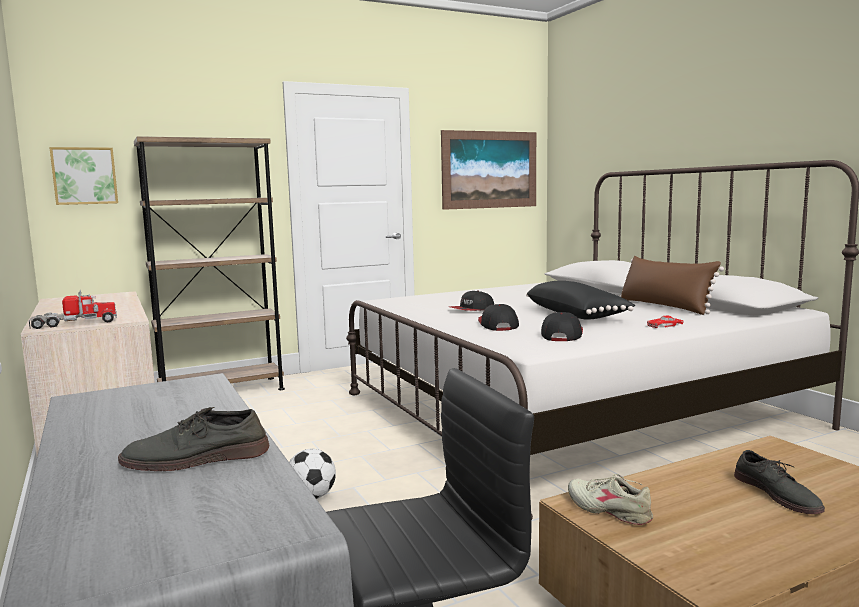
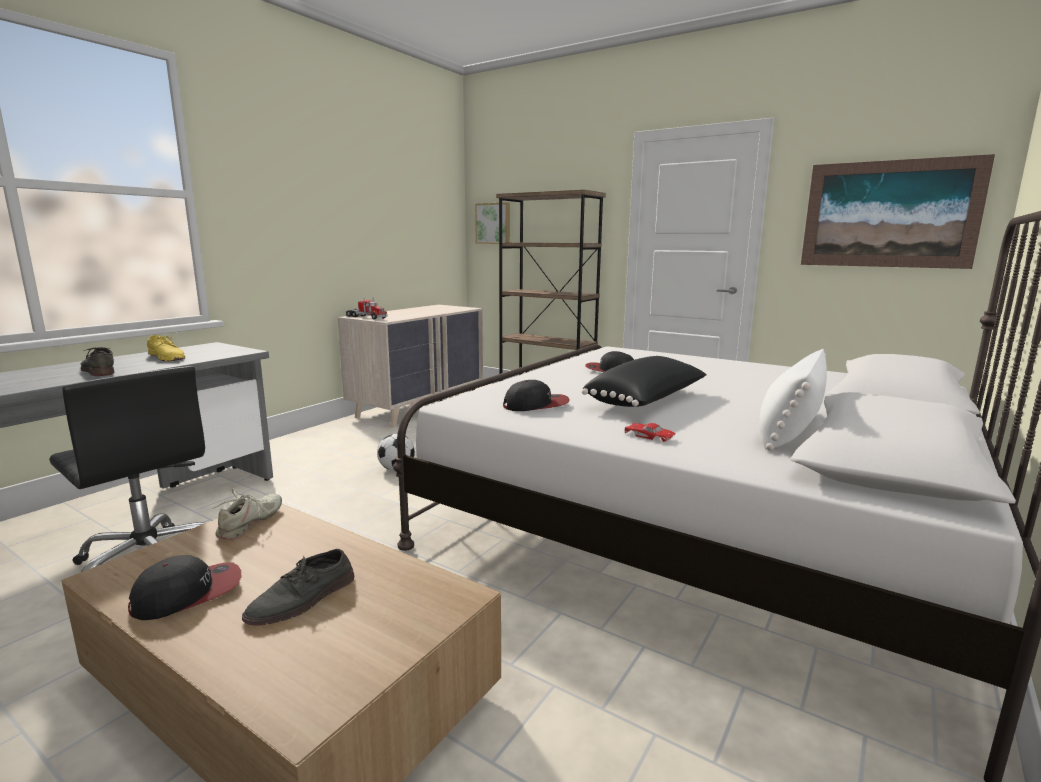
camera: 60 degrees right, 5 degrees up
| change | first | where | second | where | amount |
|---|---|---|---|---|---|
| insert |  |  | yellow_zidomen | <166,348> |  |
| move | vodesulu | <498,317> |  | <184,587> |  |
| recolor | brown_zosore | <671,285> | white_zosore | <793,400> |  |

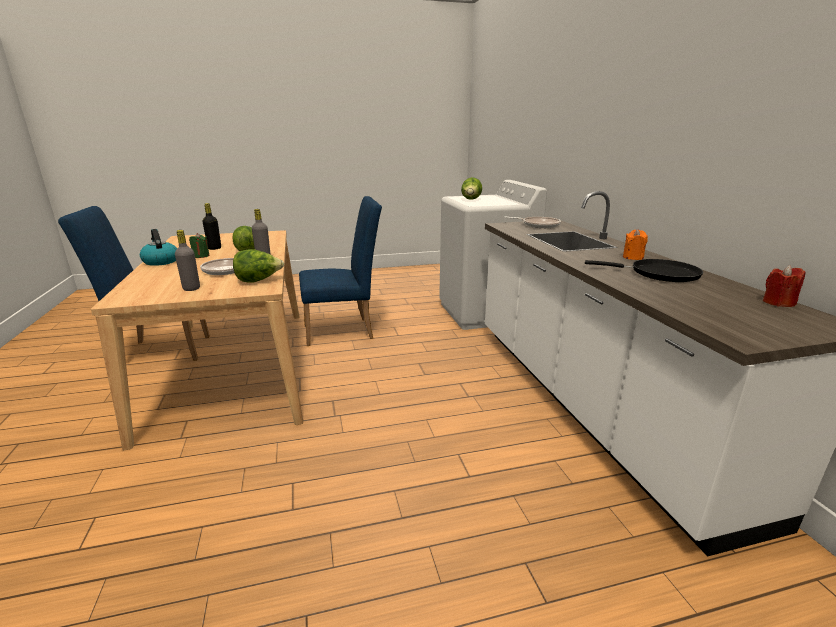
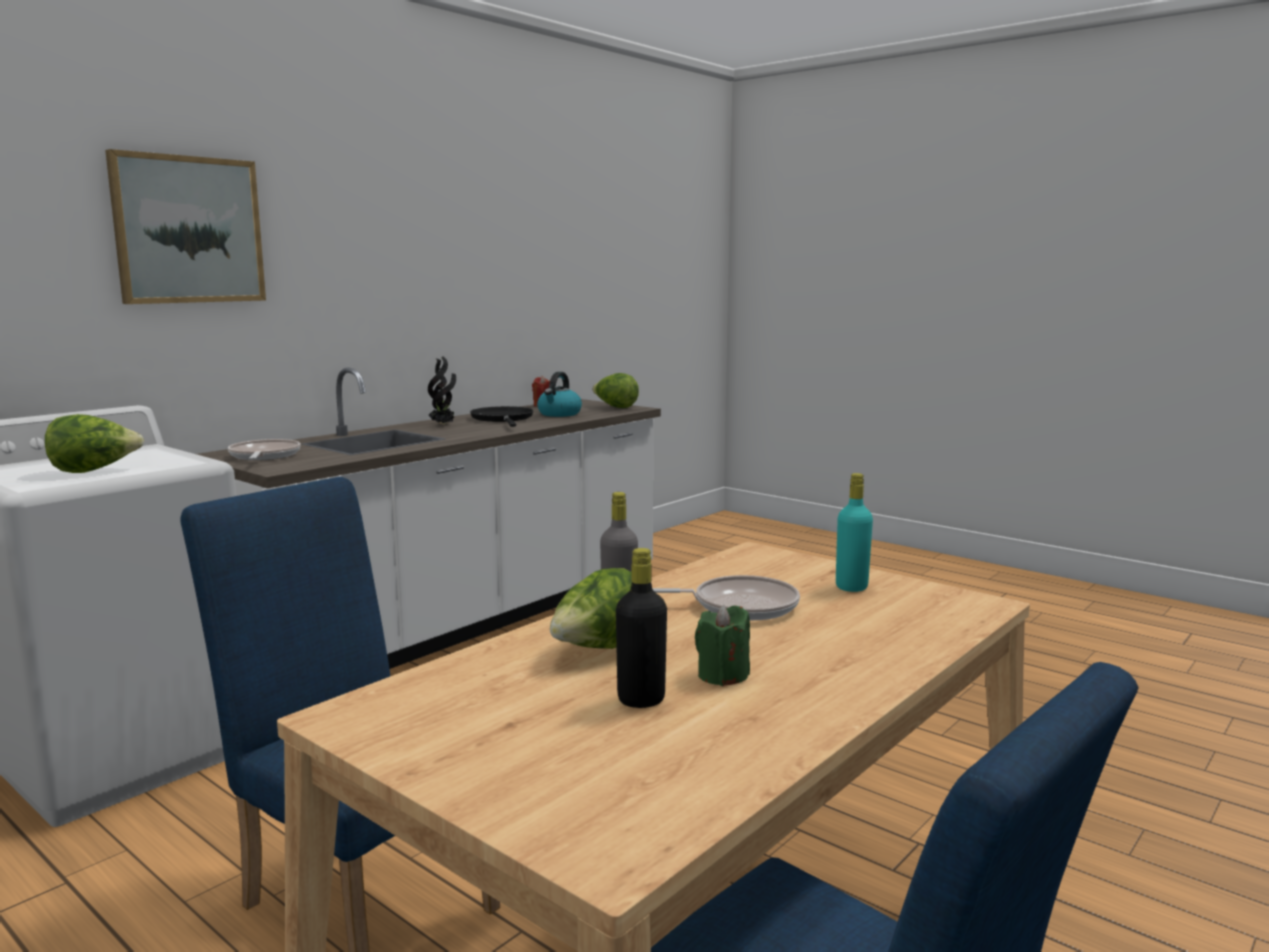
camera: 125 degrees left, 10 degrees down
| change | first | where | second | where | amount |
|---|---|---|---|---|---|
| insert |  |  | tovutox | <185,226> |  |
| move | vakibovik | <158,247> |  | <559,394> |  |
| move | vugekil | <258,266> |  | <615,390> |  |
| replace | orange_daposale | <635,244> | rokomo | <442,390> |  |
| recolor | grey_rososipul | <187,260> | turquoise_rososipul | <854,532> |  |

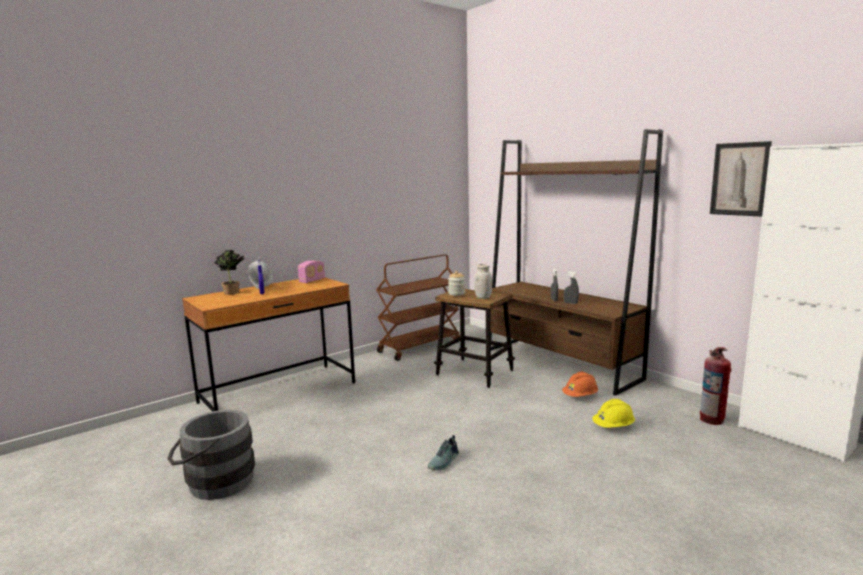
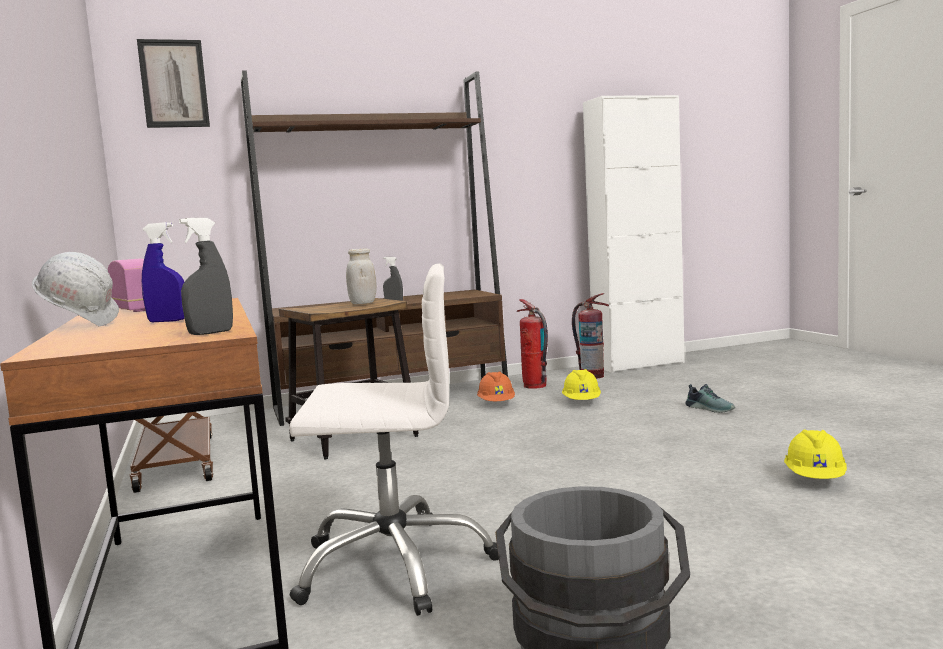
camera: 70 degrees left, 5 degrees down
| change | first | where | second | where | amount |
|---|---|---|---|---|---|
| delete | rokomo | <229,272> |  |  |  |
| delete | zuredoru | <456,283> |  |  |  |
| insert |  |  | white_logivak | <394,440> |  |
| insert |  |  | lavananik | <532,344> |  |
| insert |  |  | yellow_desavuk | <815,454> |  |
| move | zidomen | <443,452> |  | <710,398> |  |
| move | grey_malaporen | <571,287> |  | <206,276> |  |
| move | tovutox | <741,179> |  | <173,83> |  |

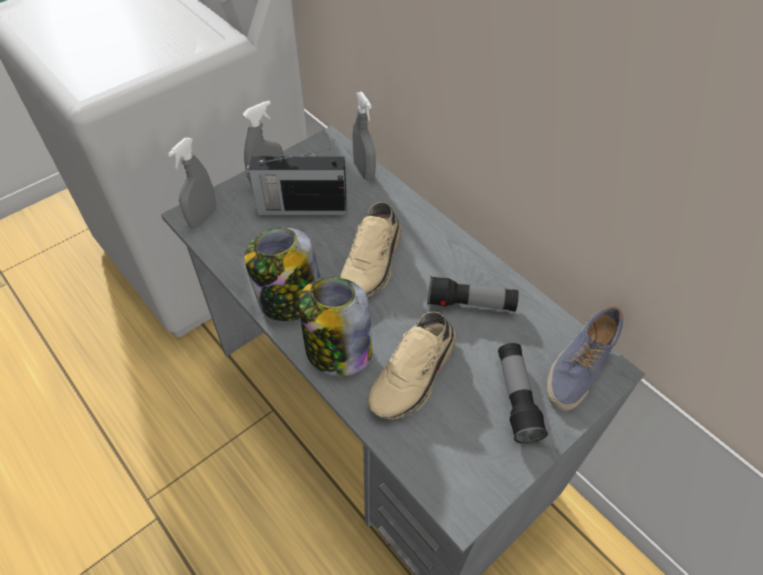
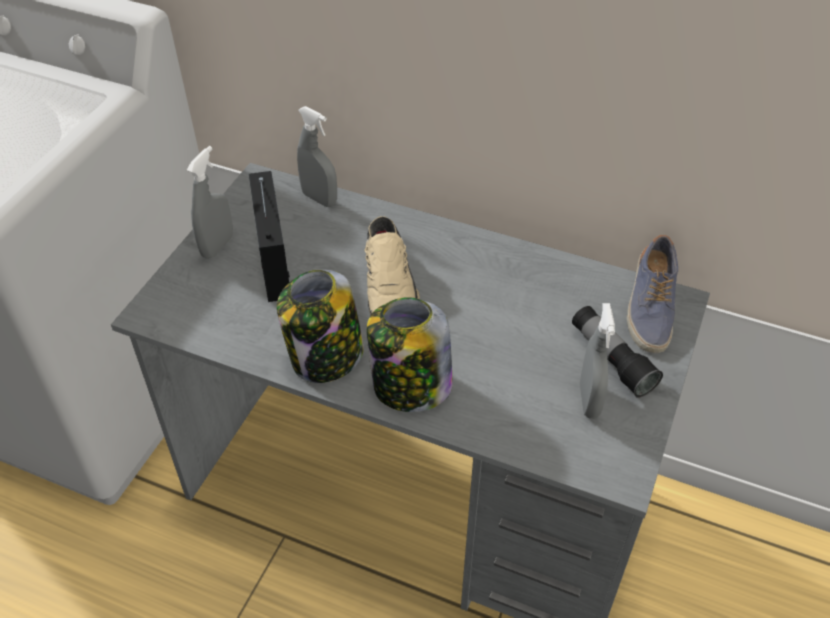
camera: 25 degrees left, 5 degrees down
| change | first | where | second | where | amount |
|---|---|---|---|---|---|
| delete | beige_zidomen | <411,365> |  |  |  |
| delete | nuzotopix | <473,294> |  |  |  |
| move | grey_malaporen | <192,183> |  | <597,361> |  |
| rotate | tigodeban | <296,182> |  | <269,236> | 105 degrees clockwise |

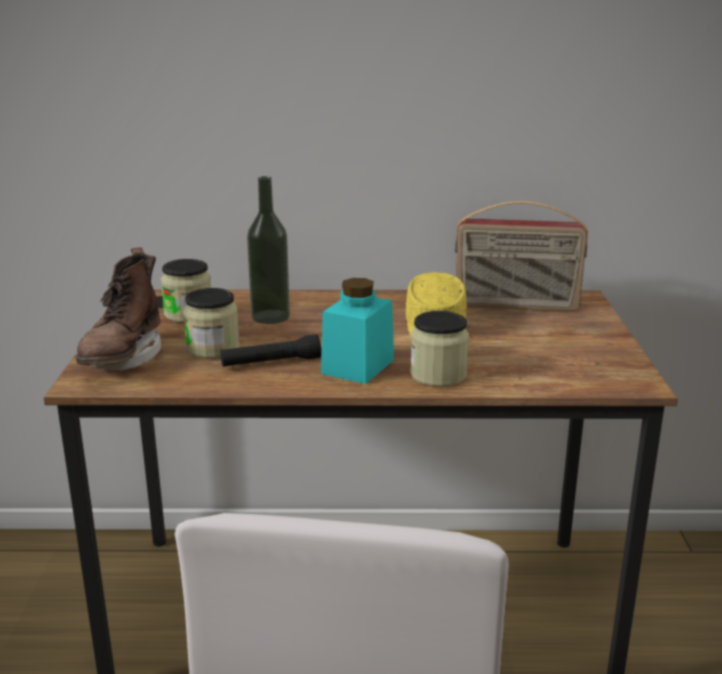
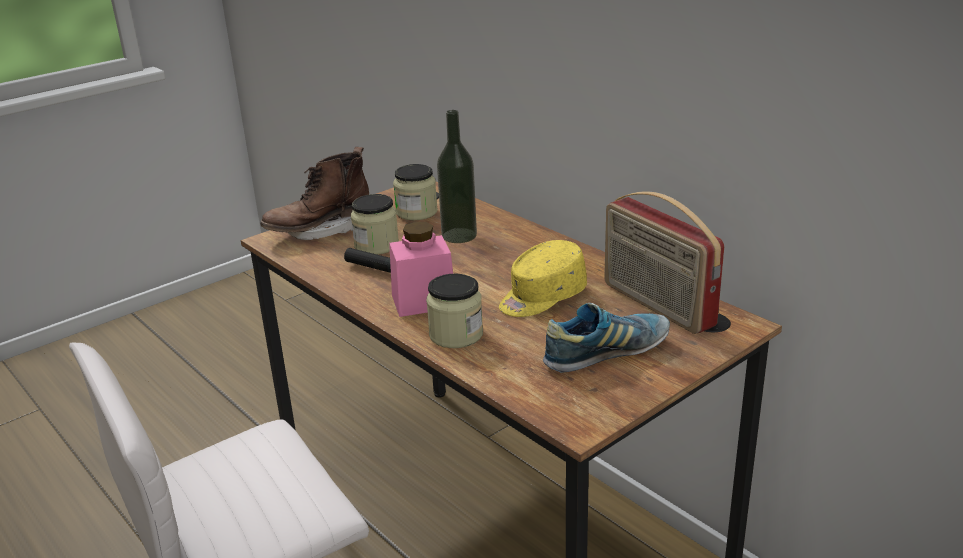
camera: 50 degrees right, 5 degrees up
| change | first | where | second | where | amount |
|---|---|---|---|---|---|
| insert |  |  | zidomen | <606,338> |  |
| recolor | turquoise_zuredoru | <357,331> | pink_zuredoru | <421,269> |  |

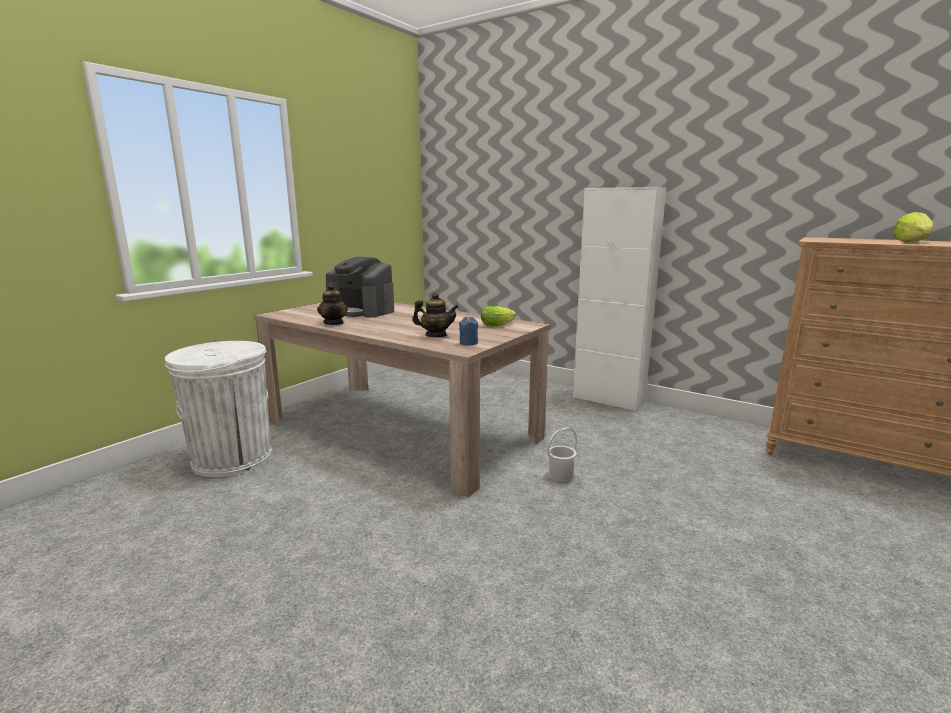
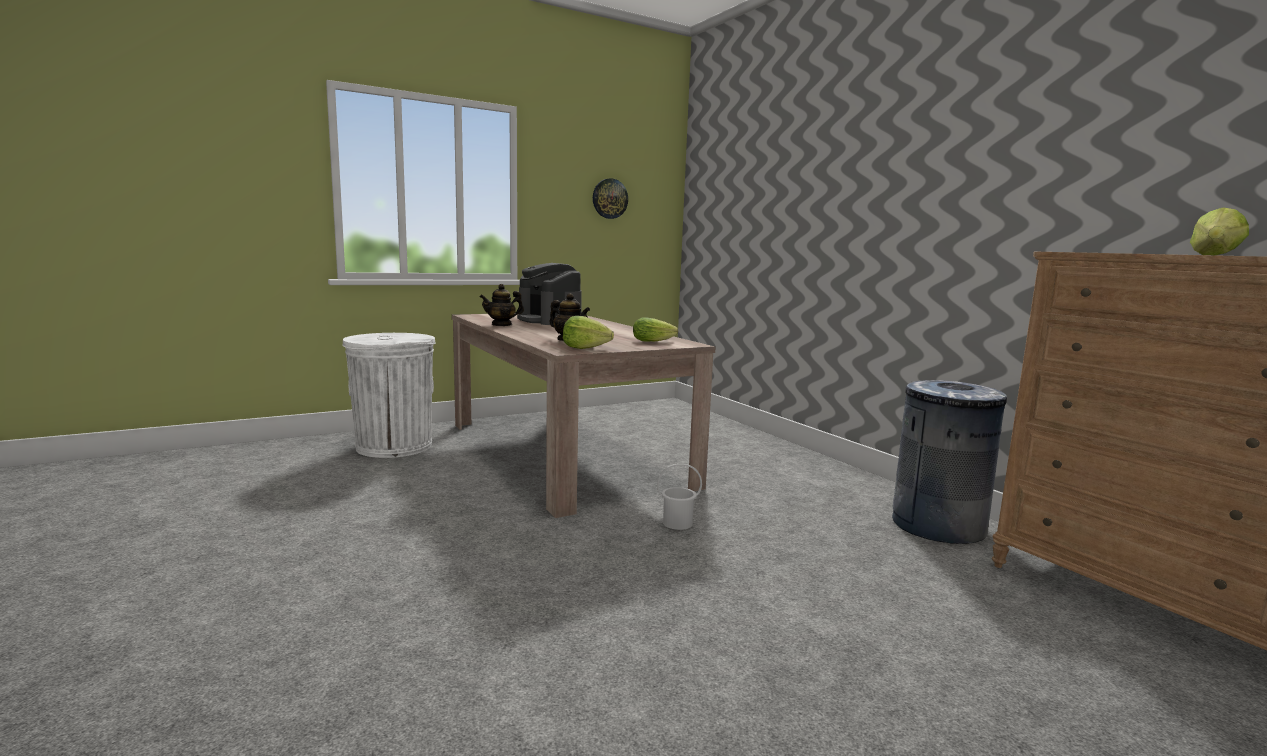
camera: 25 degrees right, 5 degrees down
| change | first | where | second | where | amount |
|---|---|---|---|---|---|
| delete | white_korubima | <619,299> |  |  |  |
| insert |  |  | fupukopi | <610,198> |  |
| insert |  |  | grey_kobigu | <949,462> |  |
| replace | blue_daposale | <468,331> | vugekil | <588,332> |  |
| rotate | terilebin | <332,304> |  | <502,305> | 60 degrees clockwise |

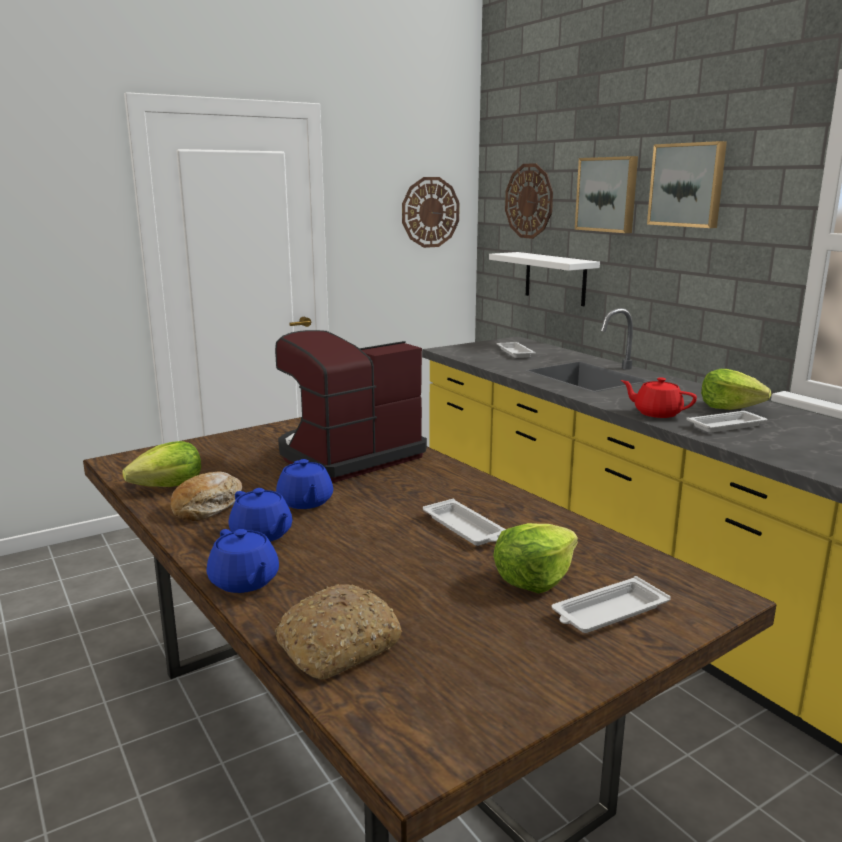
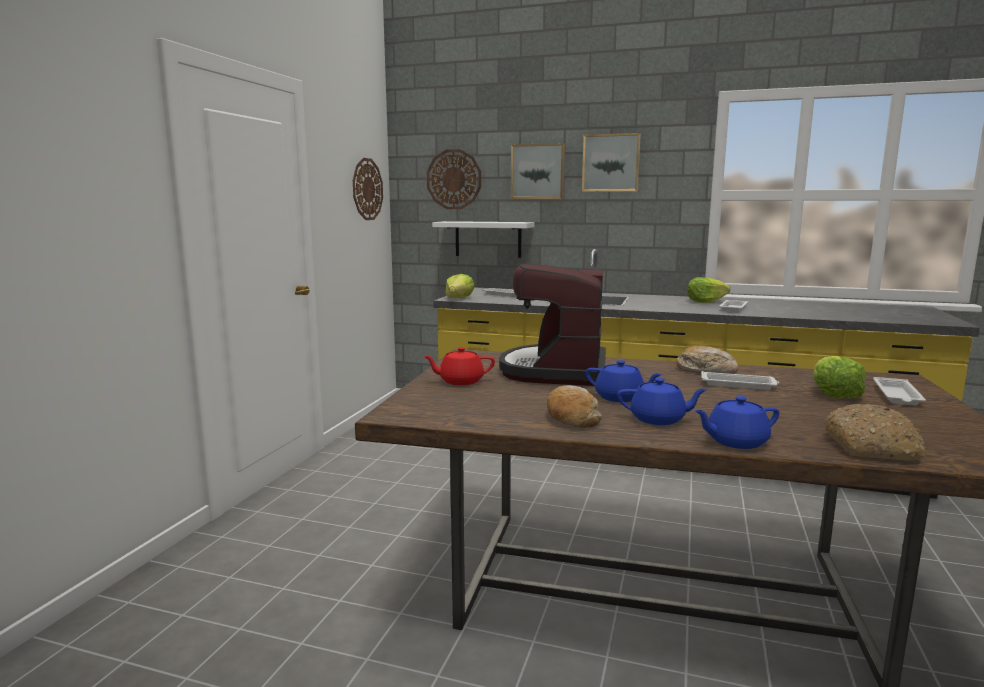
camera: 40 degrees left, 5 degrees down
| change | first | where | second | where | amount |
|---|---|---|---|---|---|
| insert |  |  | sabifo | <707,360> |  |
| move | vugekil | <161,464> |  | <460,286> |  |
| move | red_terilebin | <659,397> |  | <459,366> |  |
| rotate | blue_terilebin | <243,561> |  | <736,422> | 150 degrees clockwise |

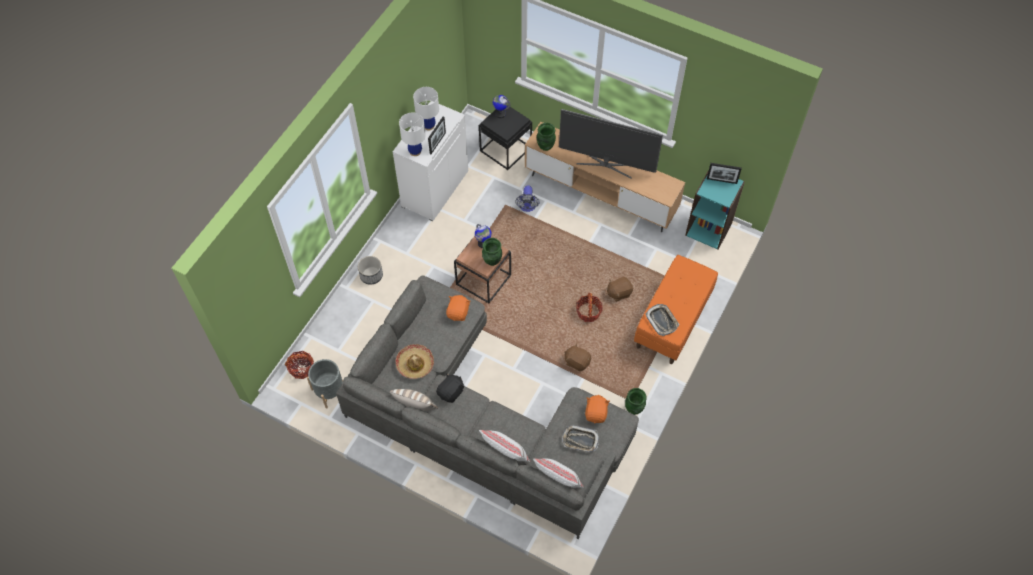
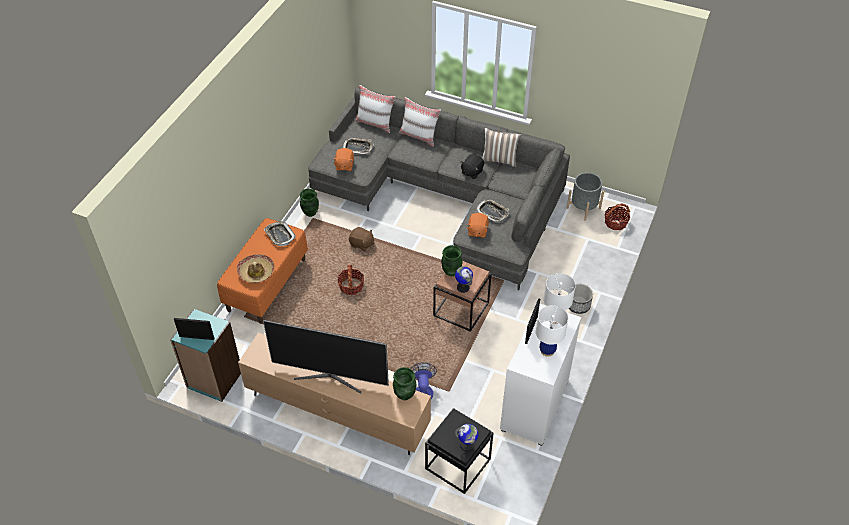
camera: 175 degrees right, 10 degrees down
| change | first | where | second | where | amount |
|---|---|---|---|---|---|
| delete | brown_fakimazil | <620,289> |  |  |  |
| insert |  |  | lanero | <492,211> |  |
| move | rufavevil | <414,361> |  | <256,268> |  |

